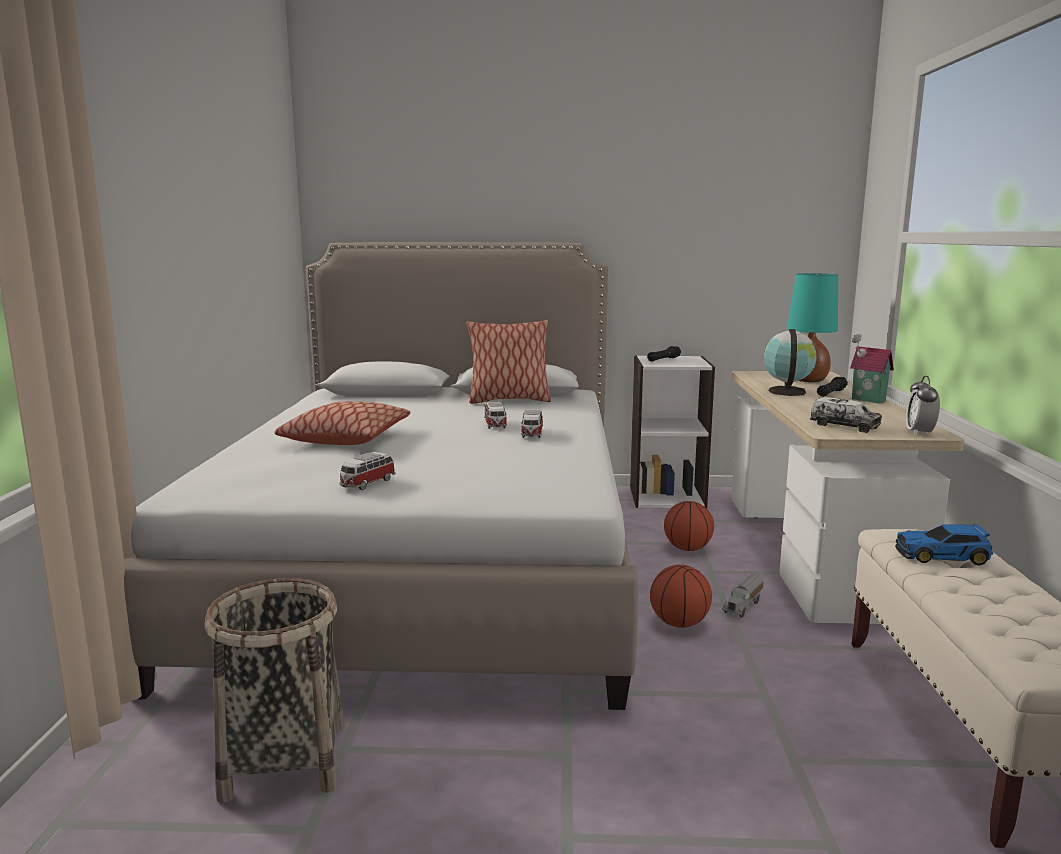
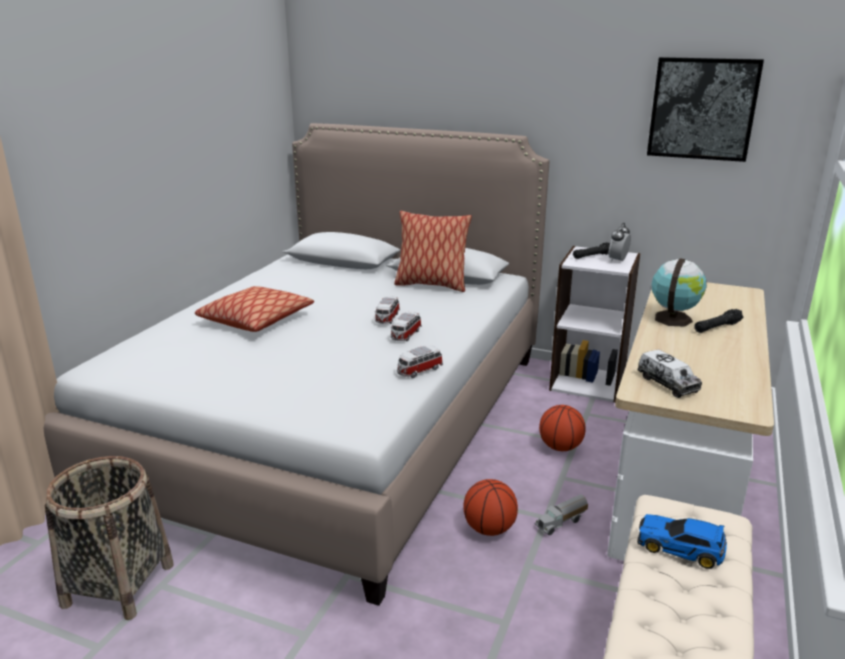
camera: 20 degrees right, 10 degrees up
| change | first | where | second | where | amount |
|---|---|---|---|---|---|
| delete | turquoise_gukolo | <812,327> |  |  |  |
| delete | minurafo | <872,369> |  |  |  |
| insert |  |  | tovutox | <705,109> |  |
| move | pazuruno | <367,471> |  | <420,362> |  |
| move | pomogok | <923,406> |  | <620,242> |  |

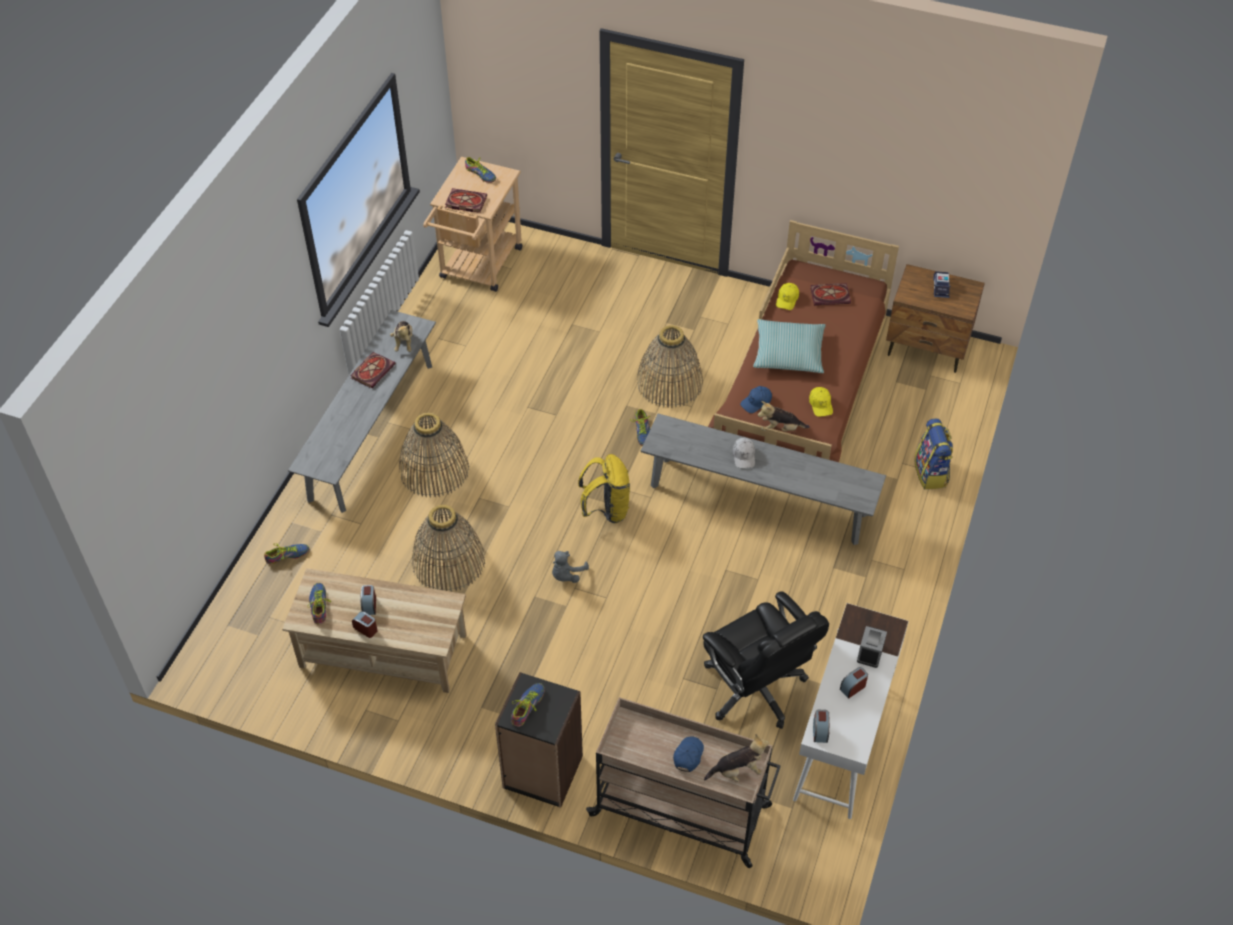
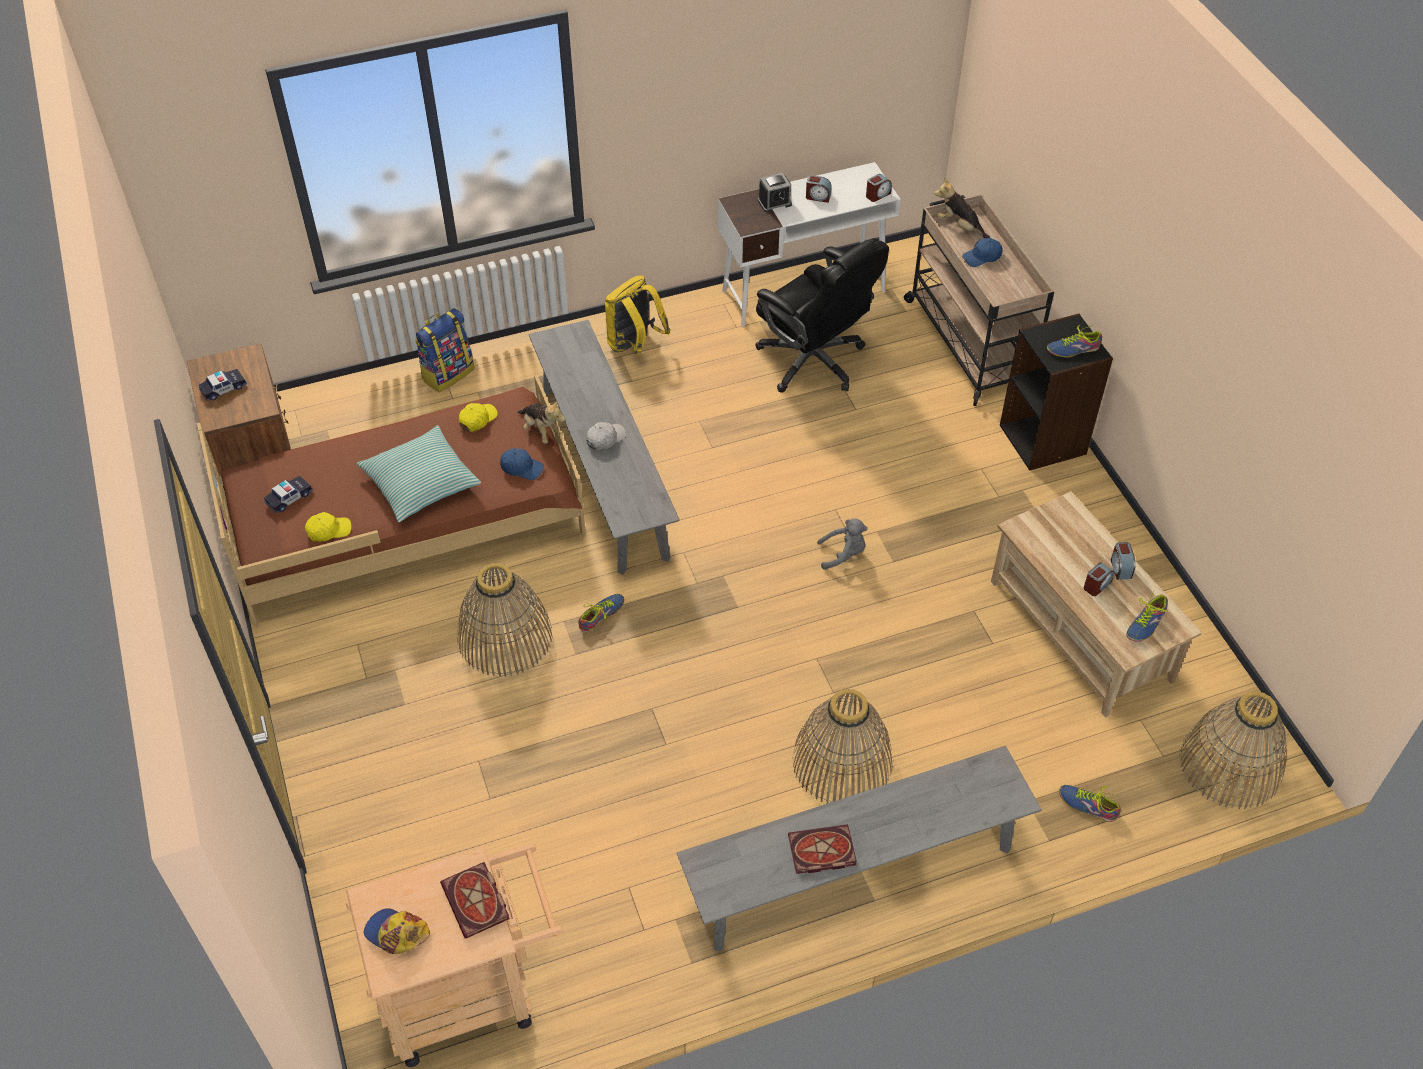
camera: 130 degrees left, 0 degrees up
| change | first | where | second | where | amount |
|---|---|---|---|---|---|
| delete | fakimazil | <401,336> |  |  |  |
| move | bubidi | <448,548> |  | <1233,750> |  |
| move | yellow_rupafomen | <604,488> |  | <637,315> |  |
| replace | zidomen | <480,170> | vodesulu | <397,931> |  |
| replace | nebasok | <830,294> | pazuruno | <288,494> |  |
| rotate | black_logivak | <766,660> |  | <822,315> | 120 degrees clockwise |

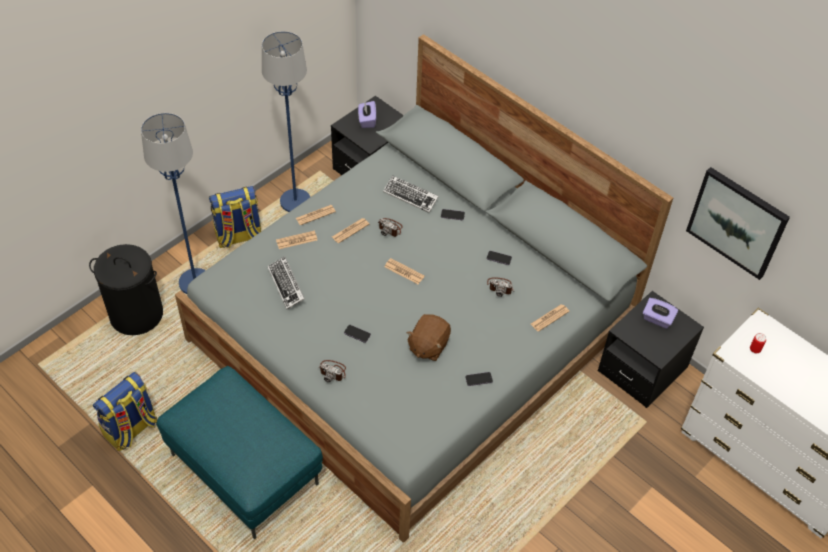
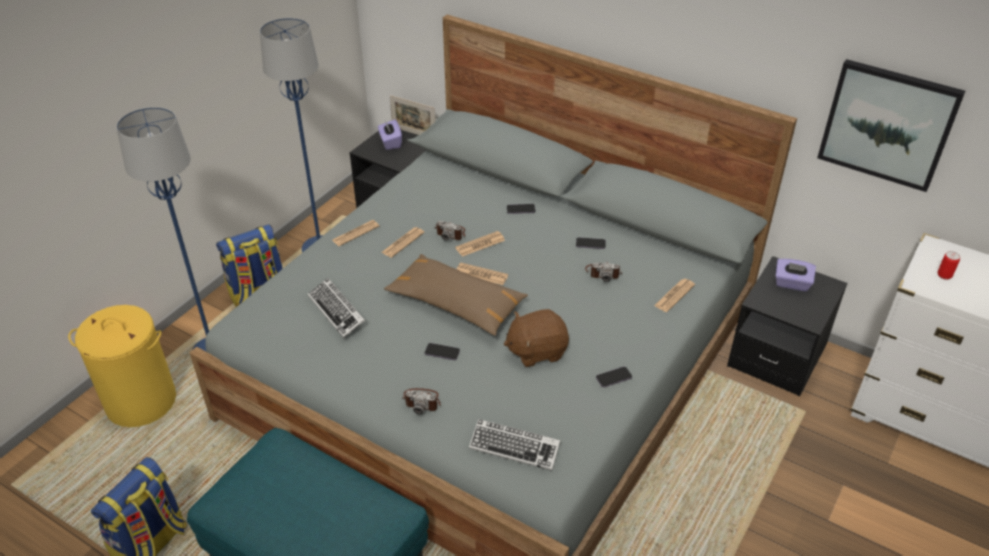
camera: 10 degrees left, 10 degrees down
| change | first | where | second | where | amount |
|---|---|---|---|---|---|
| insert |  |  | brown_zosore | <456,295> |  |
| insert |  |  | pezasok | <413,115> |  |
| move | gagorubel | <296,240> |  | <480,244> |  |
| move | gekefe | <411,194> |  | <514,445> |  |
| recolor | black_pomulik | <126,289> | yellow_pomulik | <122,366> |  |
| rotate | brown_fakimazil | <428,337> |  | <536,338> | 60 degrees clockwise |

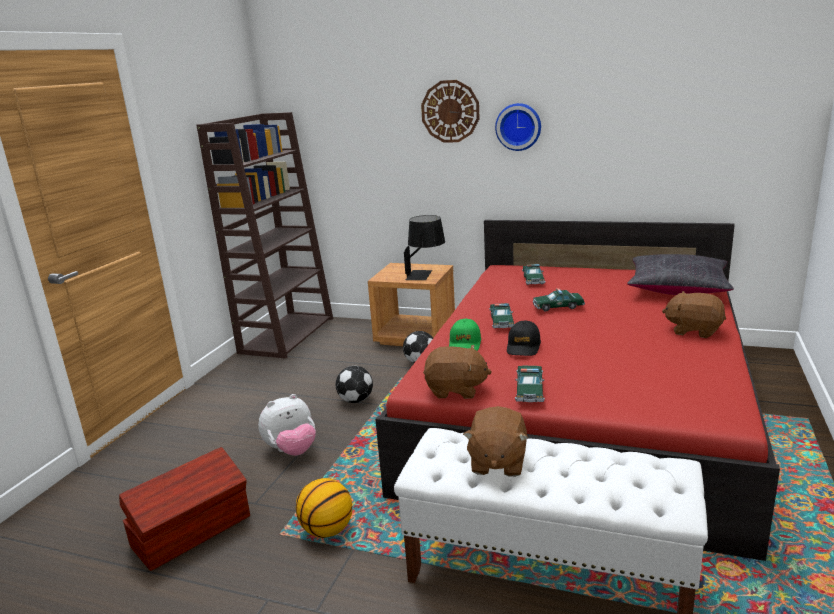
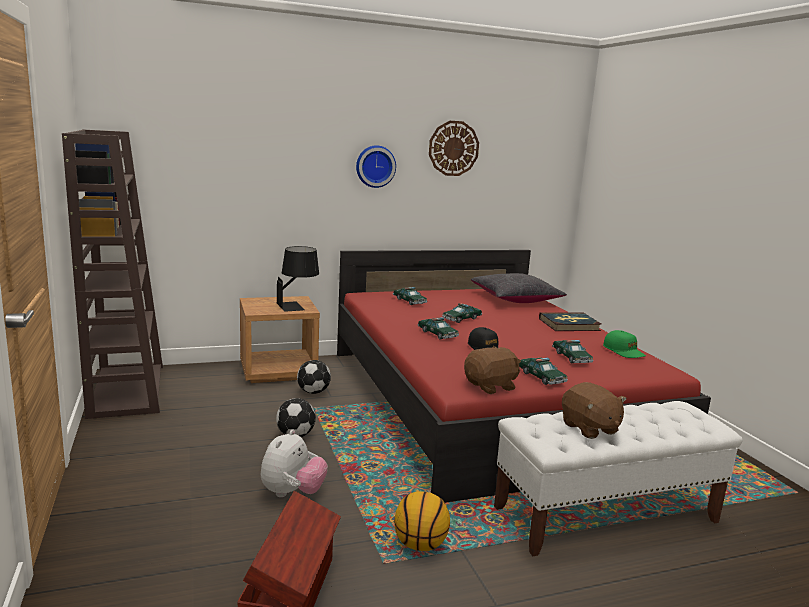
camera: 40 degrees left, 5 degrees down
| change | first | where | second | where | amount |
|---|---|---|---|---|---|
| insert |  |  | pazuruno | <572,351> |  |
| move | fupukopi | <450,111> |  | <454,148> |  |
| move | green_vodesulu | <465,335> |  | <624,344> |  |
| replace | brown_fakimazil | <694,314> | nebasok | <570,322> |  |

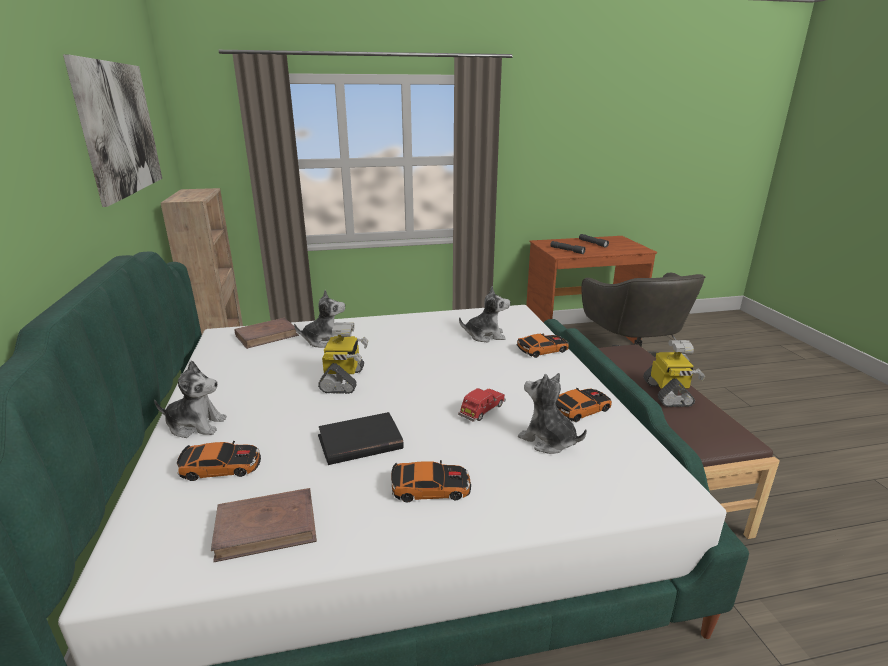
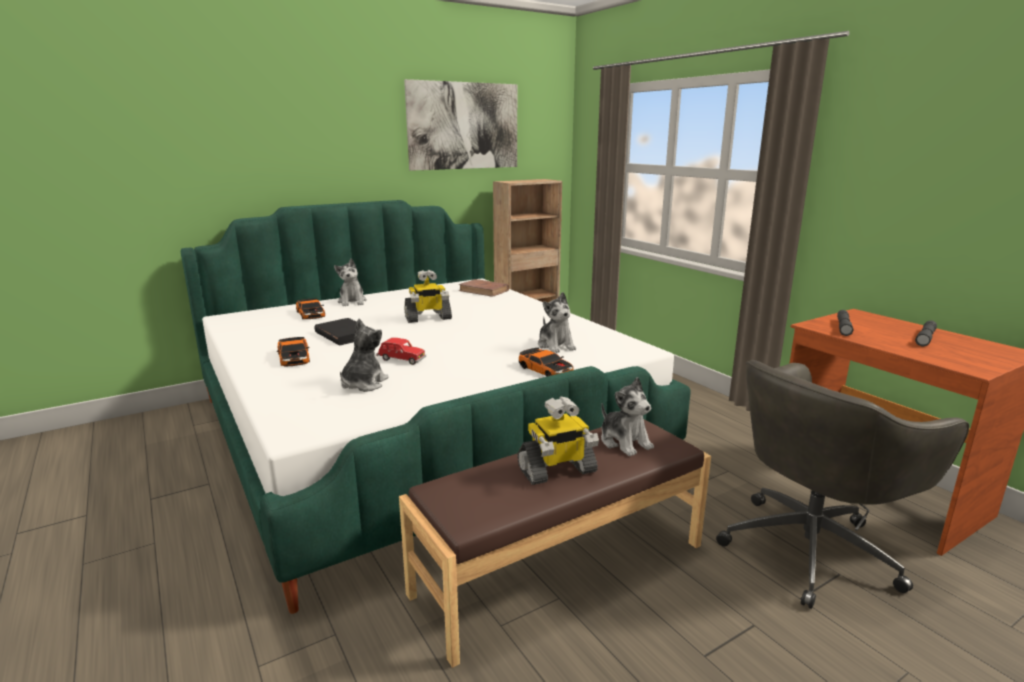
camera: 70 degrees right, 5 degrees down
| change | first | where | second | where | amount |
|---|---|---|---|---|---|
| delete | brown_nebasok | <264,525> |  |  |  |
| delete | pazuruno | <584,405> |  |  |  |
| move | fakimazil | <319,319> |  | <627,416> |  |

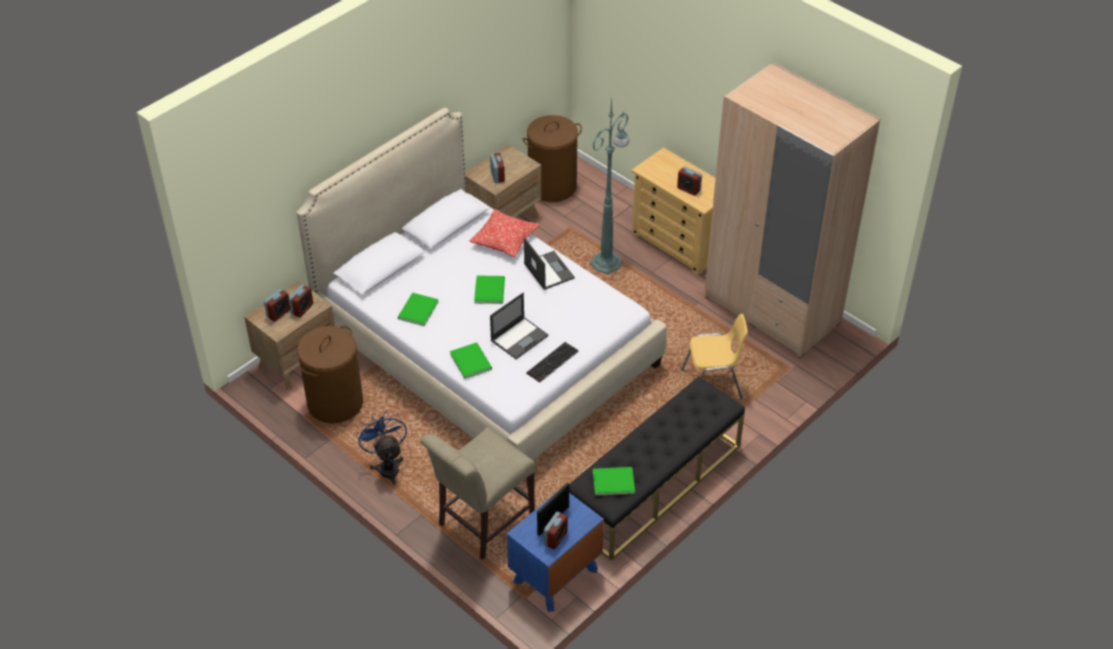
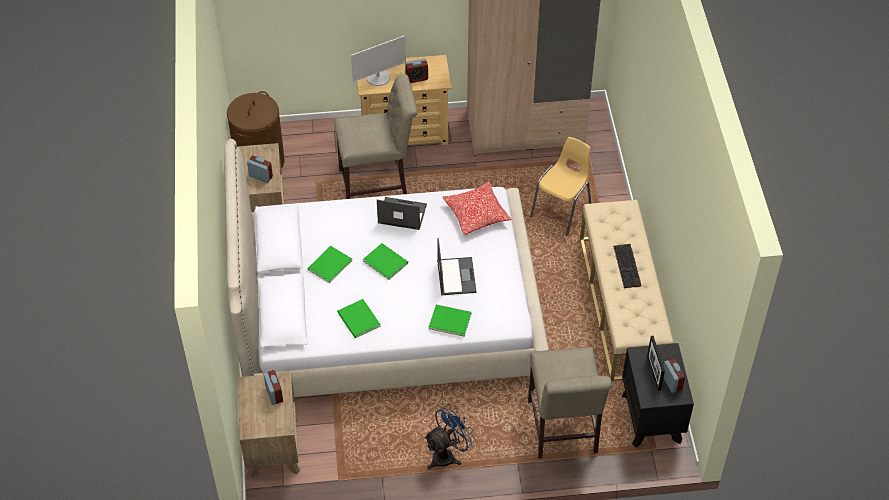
camera: 50 degrees left, 5 degrees up
| change | first | where | second | where | amount |
|---|---|---|---|---|---|
| delete | pomogok | <277,305> |  |  |  |
| delete | brown_pomulik | <330,374> |  |  |  |
| insert |  |  | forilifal | <378,60> |  |
| move | zosore | <505,233> |  | <477,208> |  |
| move | gekefe | <552,362> |  | <627,266> |  |
| move | green_nebasok | <614,481> |  | <330,264> |  |
| replace | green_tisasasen | <610,186> | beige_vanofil | <376,136> |  |
| recolor | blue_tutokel | <555,551> | black_tutokel | <658,395> |  |
| recolor | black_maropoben | <657,468> | beige_maropoben | <627,290> |  |
| rotate | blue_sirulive | <381,448> |  | <450,437> | 120 degrees clockwise |

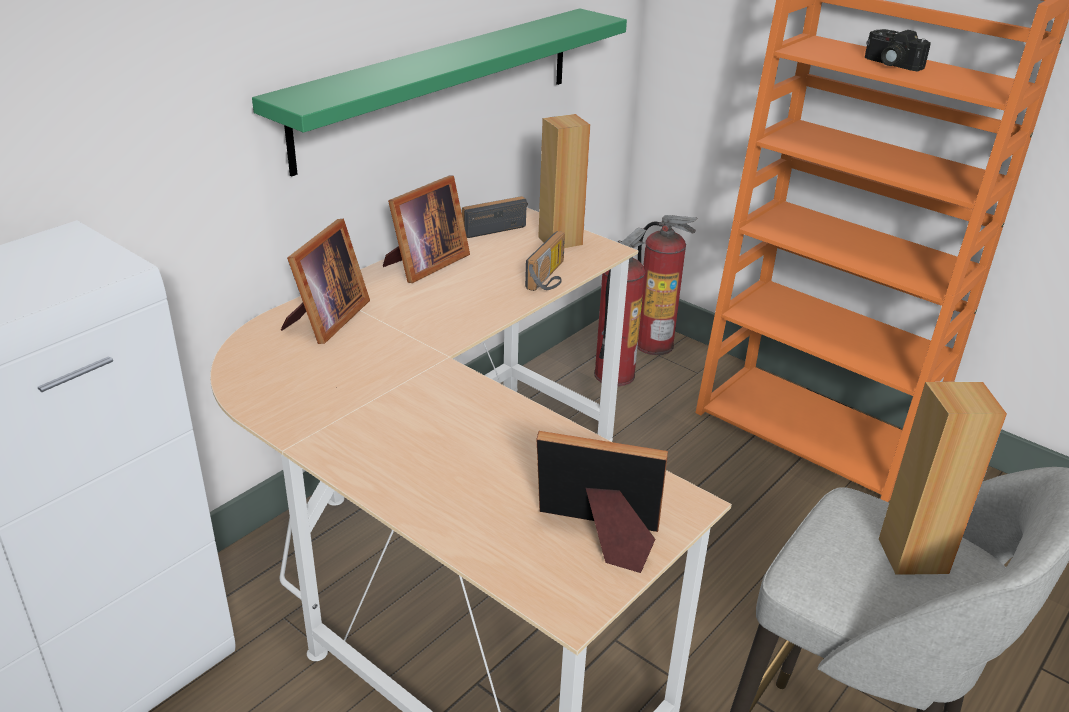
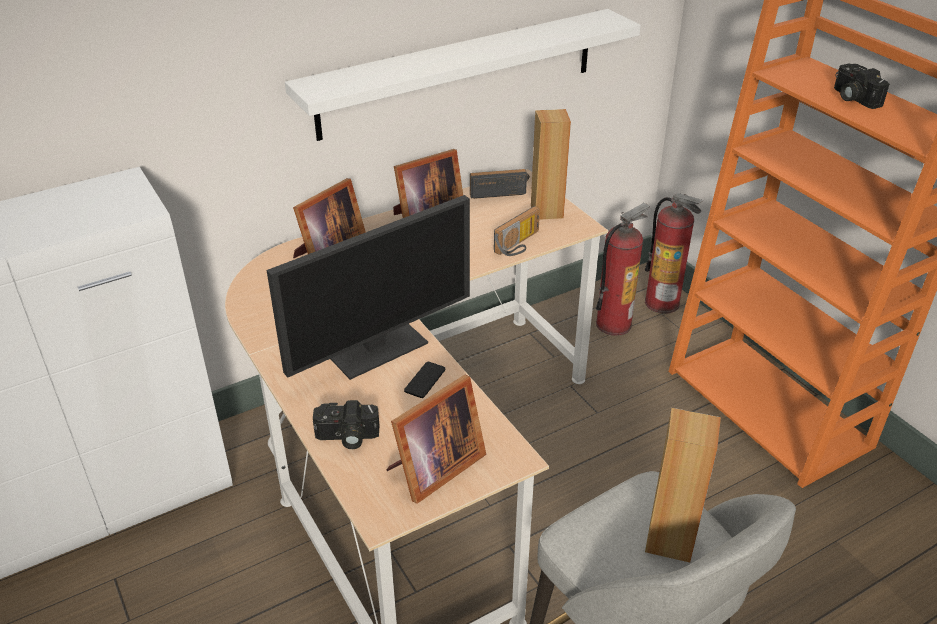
camera: 20 degrees right, 5 degrees up
| change | first | where | second | where | amount |
|---|---|---|---|---|---|
| insert |  |  | forilifal | <368,287> |  |
| insert |  |  | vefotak | <346,424> |  |
| insert |  |  | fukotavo | <424,380> |  |
| recolor | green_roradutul | <439,92> | white_roradutul | <463,75> |  |
| rotate | pezasok | <602,502> |  | <436,439> | 105 degrees clockwise |

